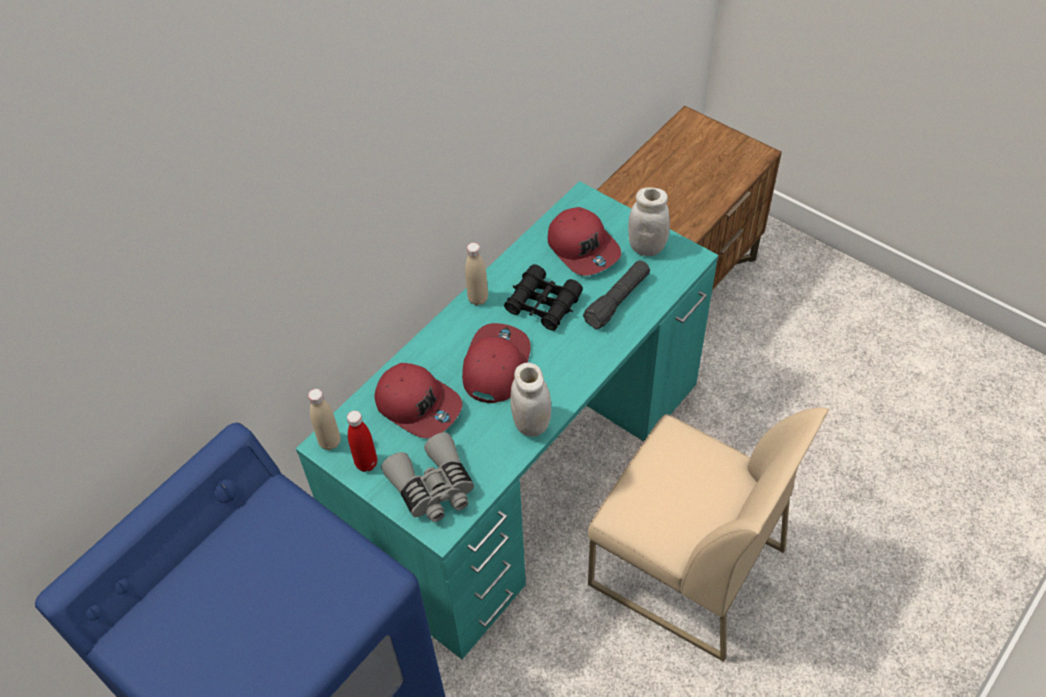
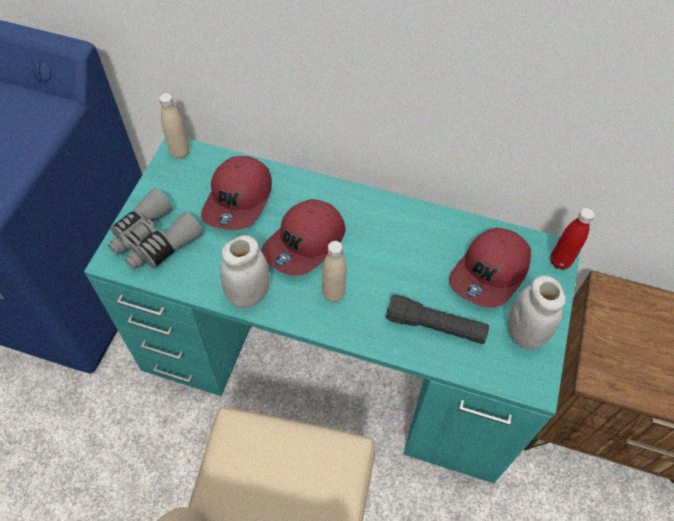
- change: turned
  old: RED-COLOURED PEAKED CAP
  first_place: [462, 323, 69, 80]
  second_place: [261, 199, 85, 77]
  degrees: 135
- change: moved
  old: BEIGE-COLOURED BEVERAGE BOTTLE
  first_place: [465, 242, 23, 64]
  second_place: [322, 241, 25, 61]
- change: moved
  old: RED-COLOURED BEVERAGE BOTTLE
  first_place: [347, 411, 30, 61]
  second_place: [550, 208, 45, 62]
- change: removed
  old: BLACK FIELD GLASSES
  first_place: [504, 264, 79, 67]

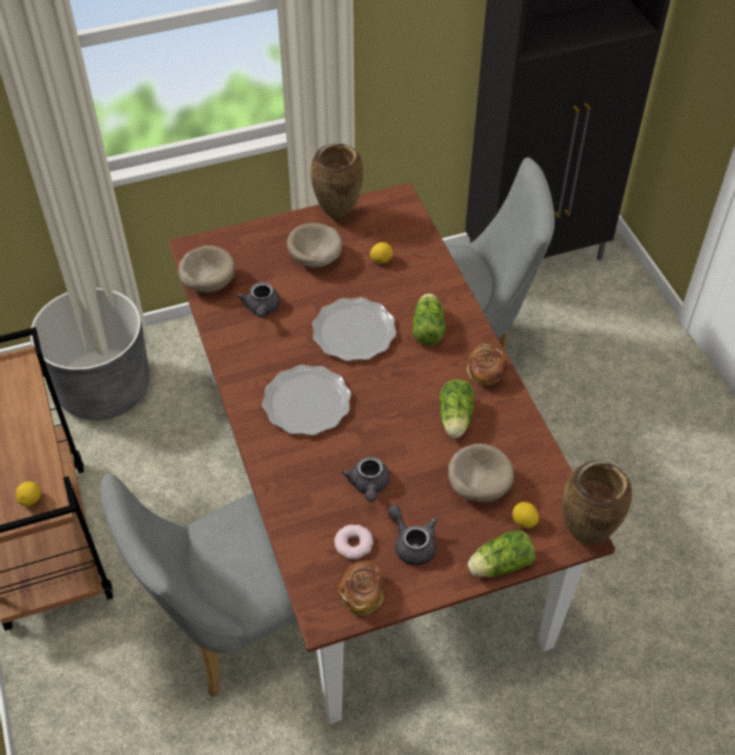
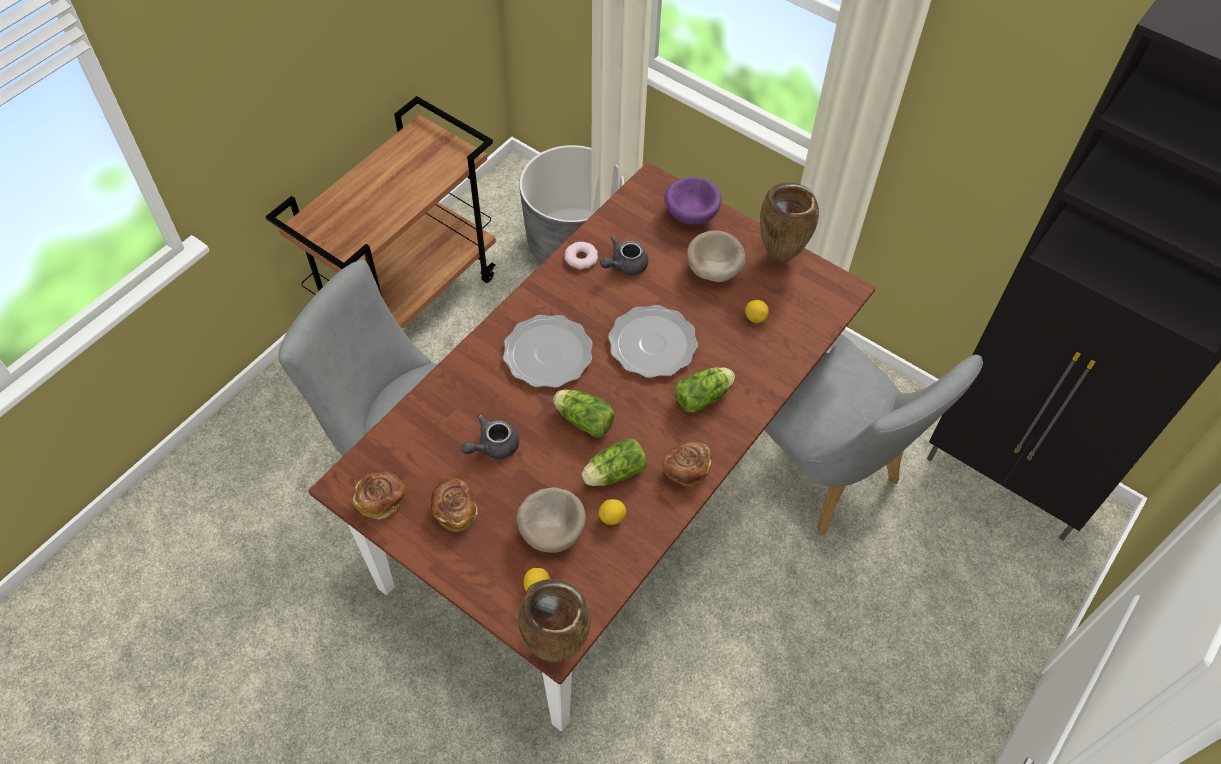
- change: replaced
  old: GREY TEAPOT
  new: BAKED BREAD
  first_place: [388, 505, 49, 60]
  second_place: [431, 478, 46, 54]
- change: moved
  old: LETTUCE HEAD
  first_place: [468, 530, 68, 47]
  second_place: [553, 390, 61, 47]
- change: moved
  old: DONUT
  first_place: [334, 525, 39, 34]
  second_place: [565, 242, 33, 27]
- change: moved
  old: LEMON
  first_place: [16, 481, 25, 25]
  second_place: [598, 499, 28, 26]
- change: added
  new: PURPLE-COLOURED BOWL
  second_place: [664, 177, 58, 48]
- change: removed
  old: BEIGE-COLOURED BOWL
  first_place: [179, 246, 56, 46]

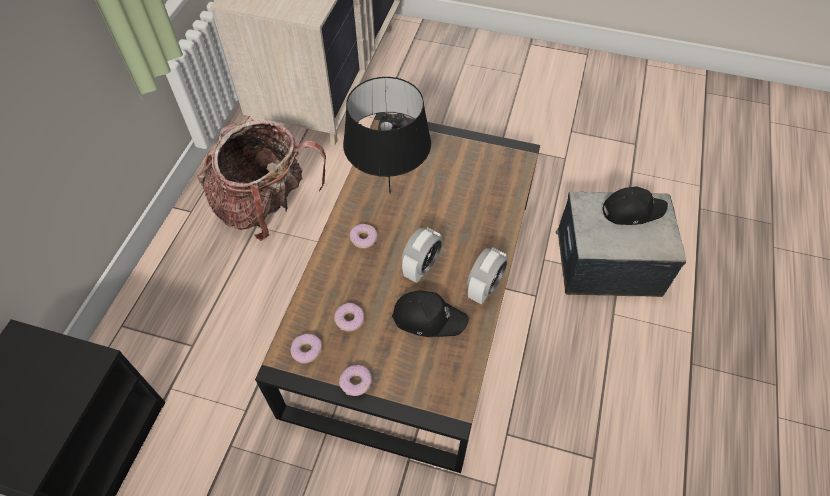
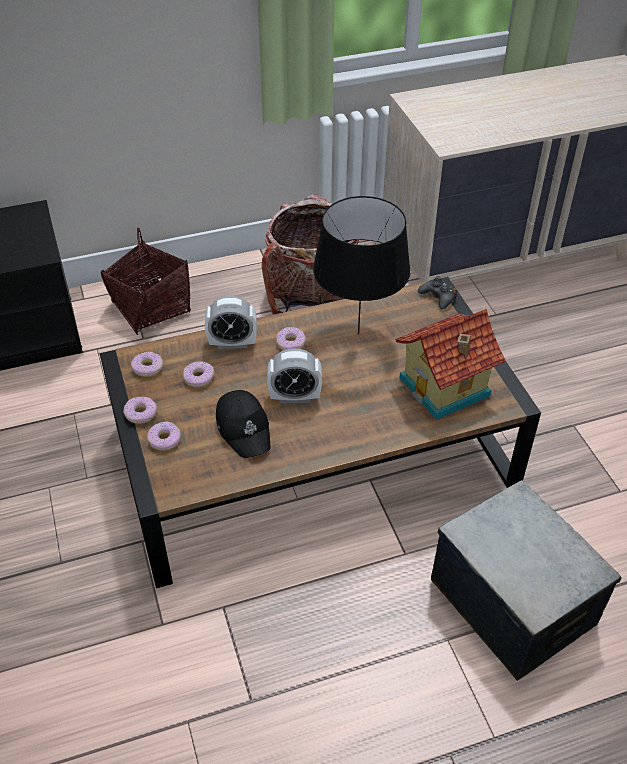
- change: added
  new: BASKET
  second_place: [101, 228, 90, 107]
- change: added
  new: DONUT
  second_place: [147, 421, 34, 30]
- change: moved
  old: BEDSIDE CLOCK
  first_place: [467, 247, 41, 58]
  second_place: [205, 296, 52, 53]
- change: added
  new: MODEL HOUSE
  second_place: [395, 309, 111, 111]
- change: removed
  old: BLACK PEAKED CAP
  first_place: [602, 186, 66, 39]

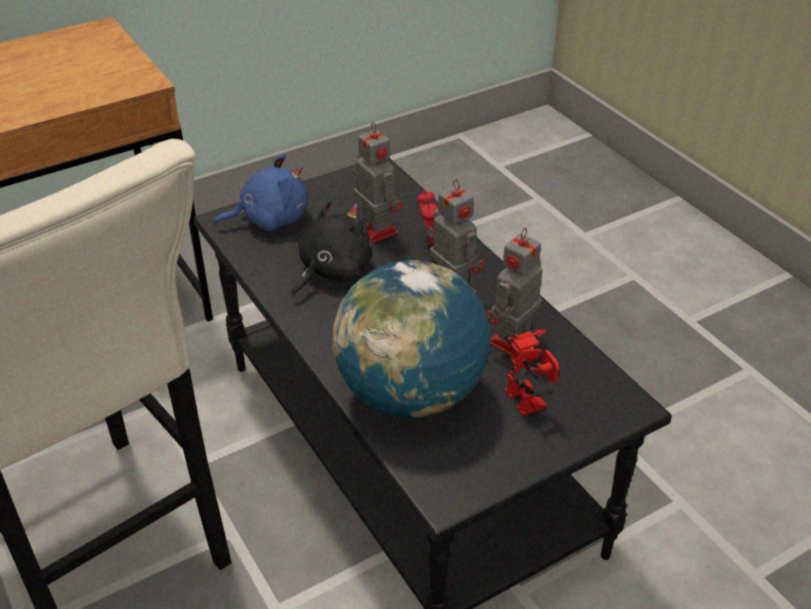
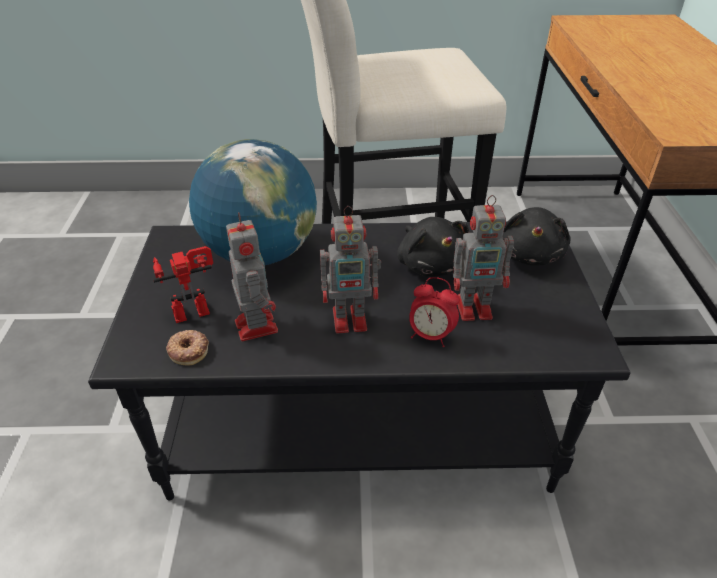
- change: turned
  old: ROBOT FIGURE
  first_place: [504, 330, 56, 86]
  second_place: [153, 246, 60, 77]
  degrees: 150
- change: added
  new: DONUT
  second_place: [166, 330, 43, 36]
- change: recoloured
  old: BLUE-COLOURED CUDDLY TOY
  new: BLACK CUDDLY TOY
  first_place: [214, 154, 94, 77]
  second_place: [502, 207, 69, 59]

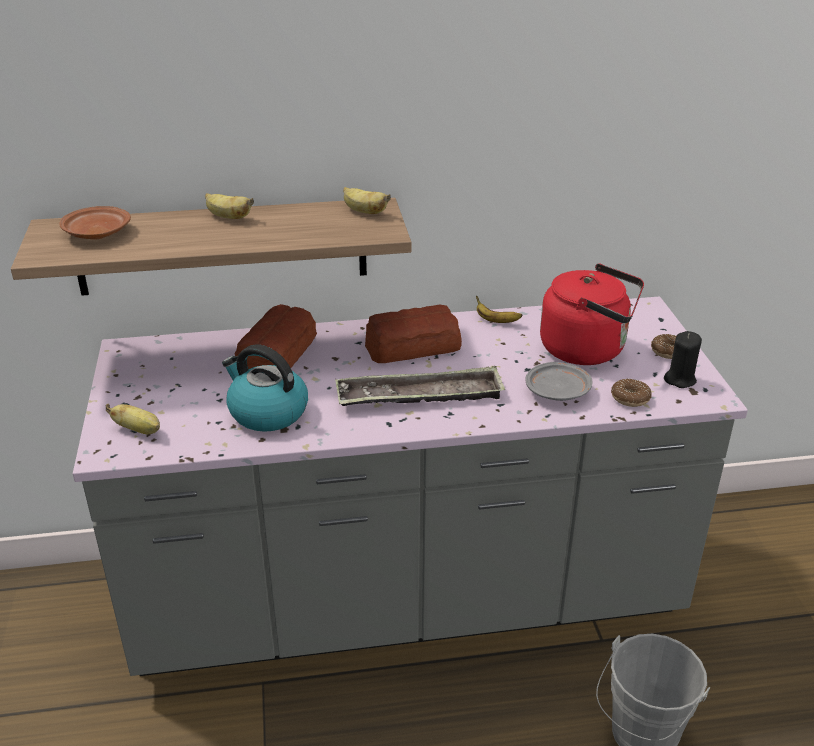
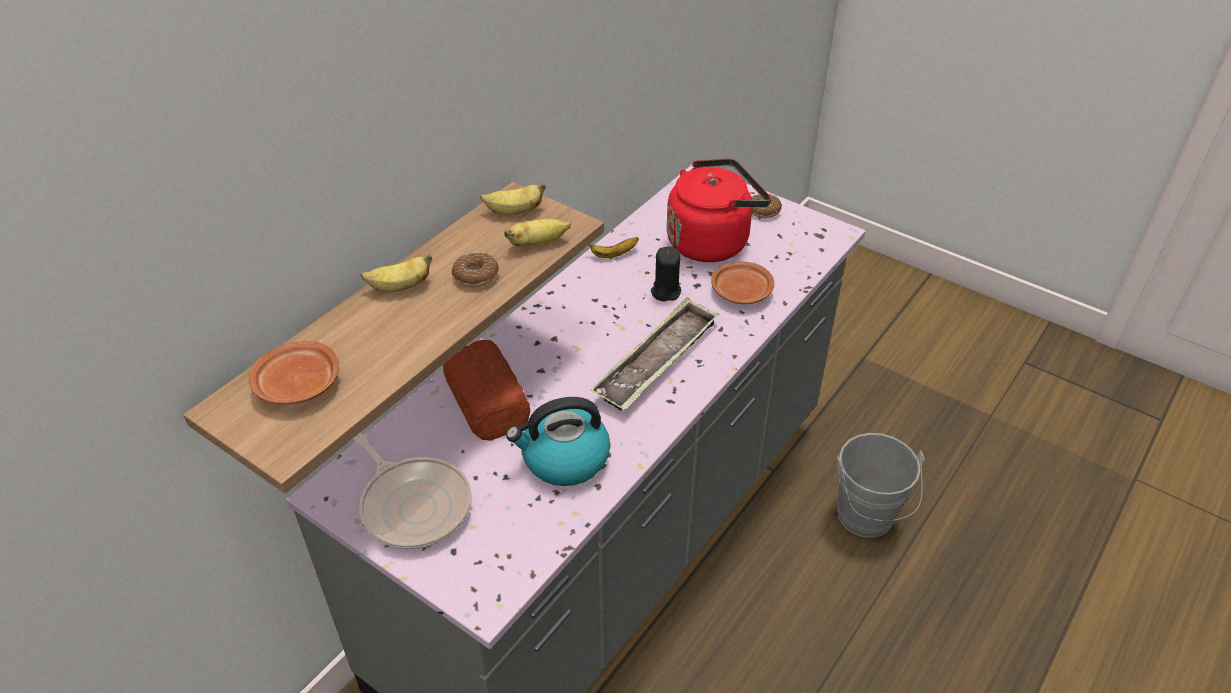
- change: added
  new: SKILLET
  second_place: [353, 433, 119, 117]
- change: moved
  old: DONUT
  first_place: [611, 379, 41, 28]
  second_place: [452, 252, 47, 35]
- change: moved
  old: BANANA
  first_place: [106, 404, 54, 30]
  second_place: [504, 219, 67, 28]
- change: moved
  old: BLACK CANDLE
  first_place: [664, 331, 38, 57]
  second_place: [651, 246, 30, 55]
- change: recoloured
  old: GREY FLAT DISH
  new: BROWNISH FLAT DISH
  first_place: [525, 362, 67, 39]
  second_place: [711, 261, 64, 43]
- change: removed
  old: BAKED BREAD
  first_place: [365, 305, 97, 58]

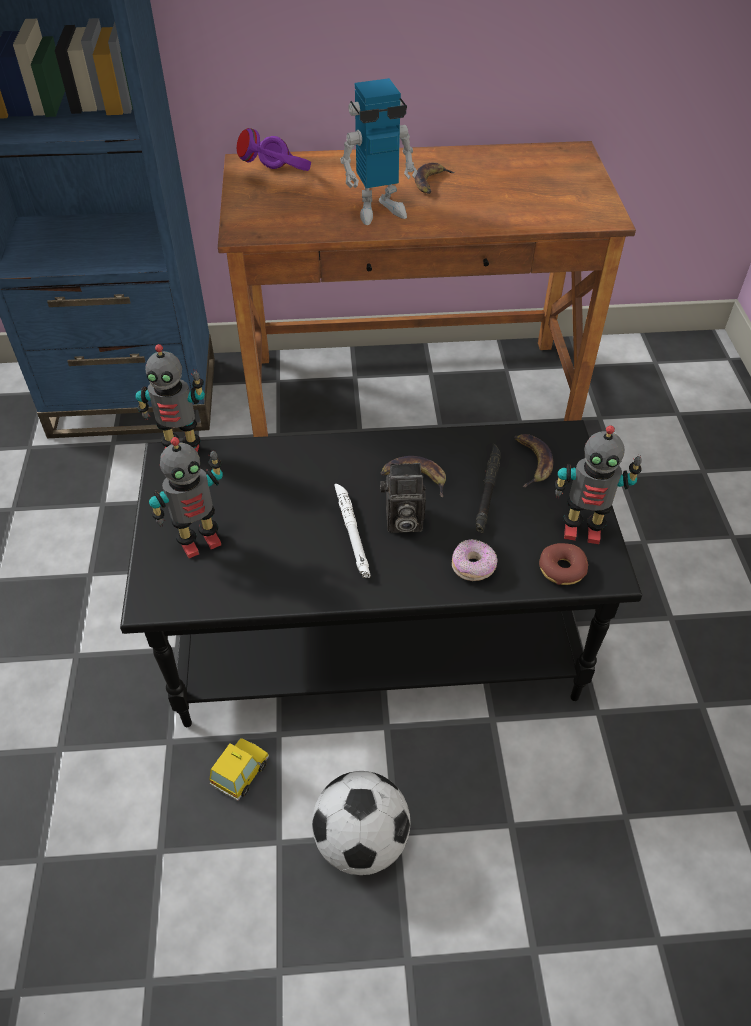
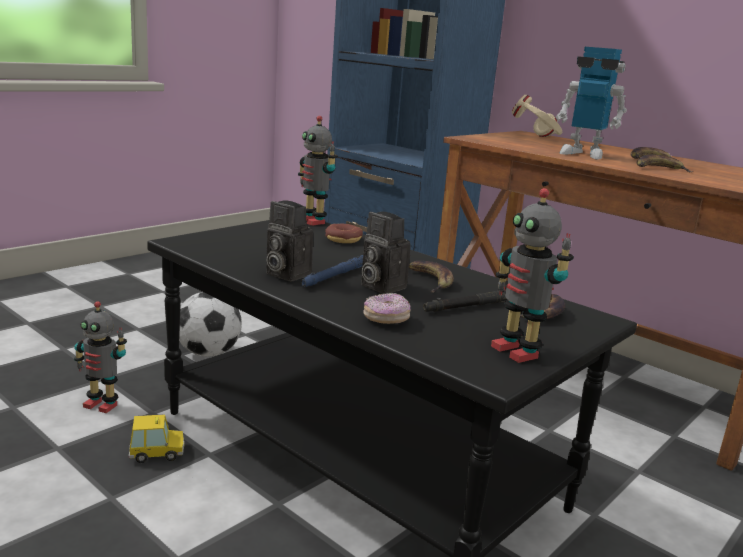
- change: moved
  old: ROBOT FIGURE
  first_place: [149, 437, 74, 121]
  second_place: [74, 301, 53, 112]
- change: moved
  old: BALL FOR FOOTBALL
  first_place: [312, 771, 99, 104]
  second_place: [179, 292, 63, 65]
- change: added
  new: STILL CAMERA
  second_place: [266, 200, 47, 82]
- change: recoloured
  old: WHITISH TORCH
  new: BLUE-COLOURED TORCH
  first_place: [334, 484, 37, 94]
  second_place: [301, 255, 62, 32]
- change: moved
  old: DONUT
  first_place: [539, 543, 49, 42]
  second_place: [325, 224, 38, 19]
- change: recoloured
  old: PURPLE-COLOURED HEADPHONES
  new: BEIGE-COLOURED HEADPHONES
  first_place: [237, 128, 74, 43]
  second_place: [512, 95, 50, 42]
- change: added
  new: BANANA
  second_place: [636, 155, 57, 17]

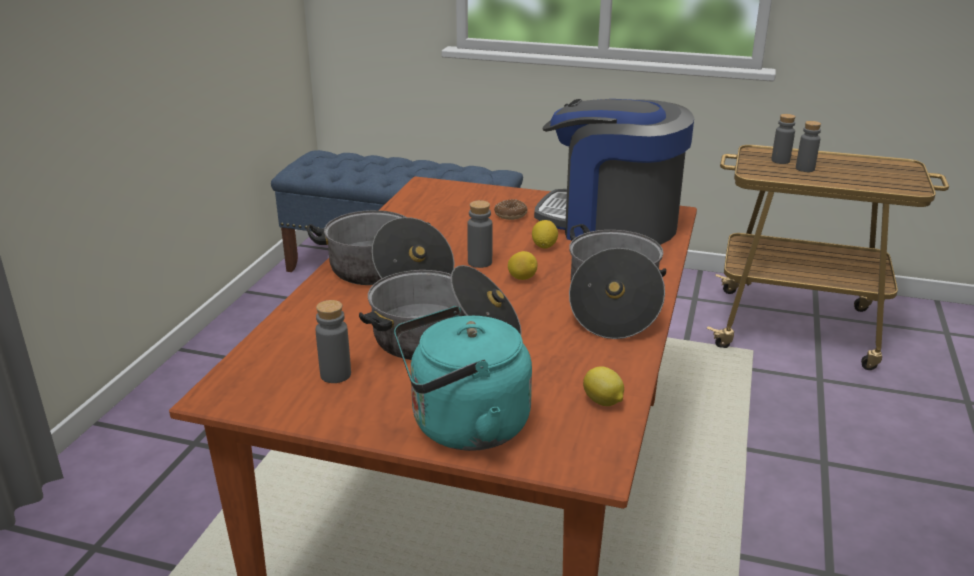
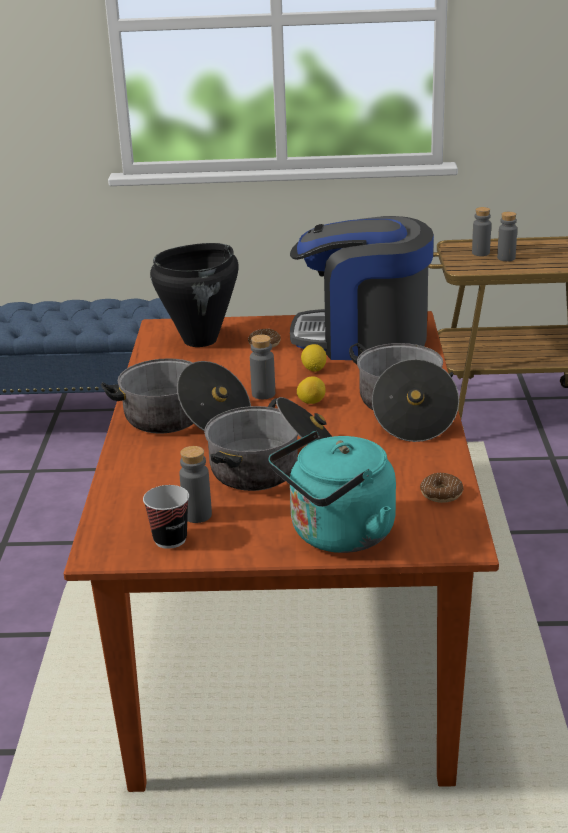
- change: added
  new: SMALL CUP
  second_place: [143, 485, 46, 64]
- change: added
  new: BLACK SAUCEPOT
  second_place: [150, 243, 88, 104]
- change: replaced
  old: LEMON
  new: DONUT
  first_place: [583, 366, 41, 40]
  second_place: [420, 472, 44, 31]

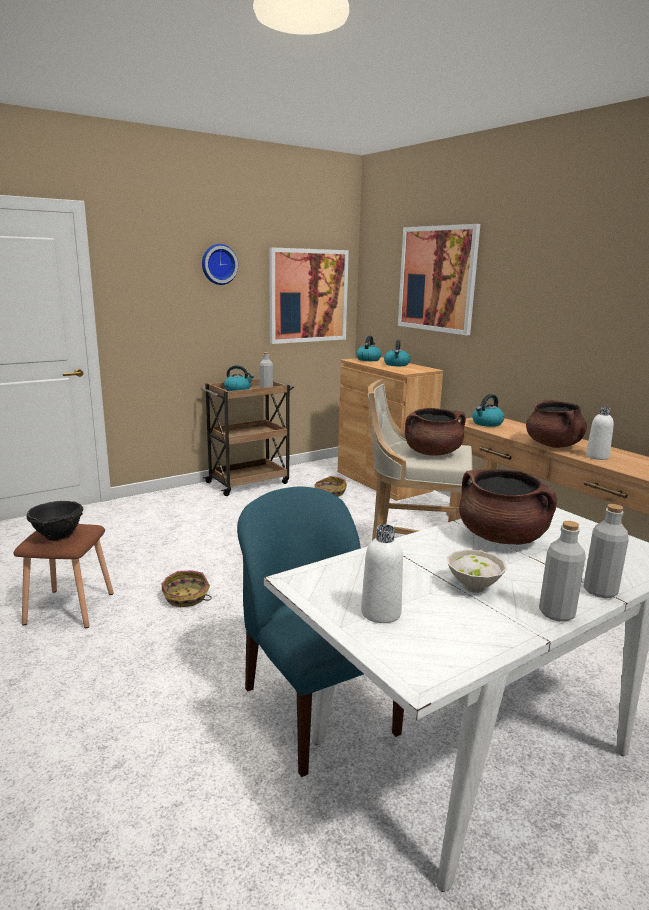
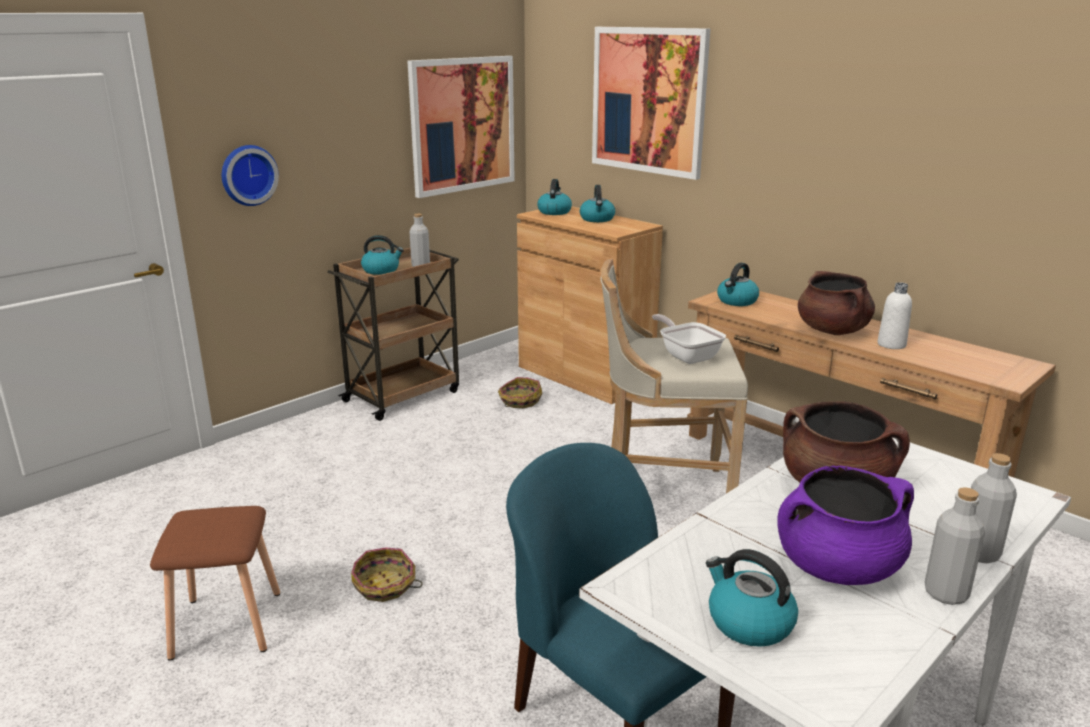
- change: moved
  old: CLOCK ON THE WALL
  first_place: [202, 244, 36, 41]
  second_place: [222, 145, 57, 61]
- change: replaced
  old: BROWNISH SAUCEPOT
  new: SKILLET
  first_place: [405, 408, 61, 48]
  second_place: [652, 314, 74, 50]
- change: replaced
  old: WHITISH BEVERAGE BOTTLE
  new: WATER KETTLE
  first_place: [361, 524, 42, 99]
  second_place: [706, 549, 92, 98]
- change: replaced
  old: WHITISH BOWL
  new: PURPLE-COLOURED SAUCEPOT
  first_place: [447, 550, 60, 43]
  second_place: [777, 465, 137, 120]
- change: removed
  old: BLACK BOWL
  first_place: [27, 501, 57, 40]

